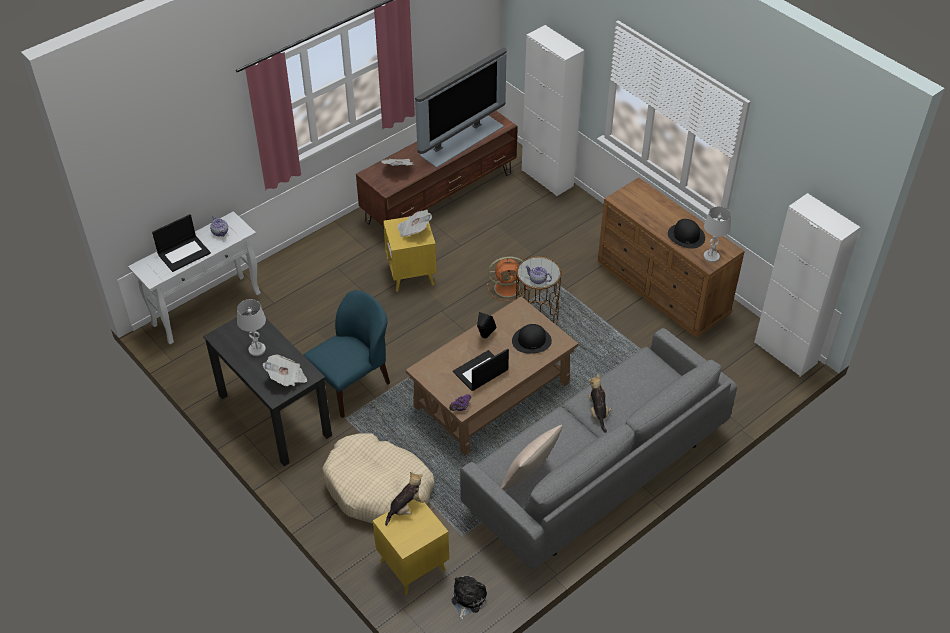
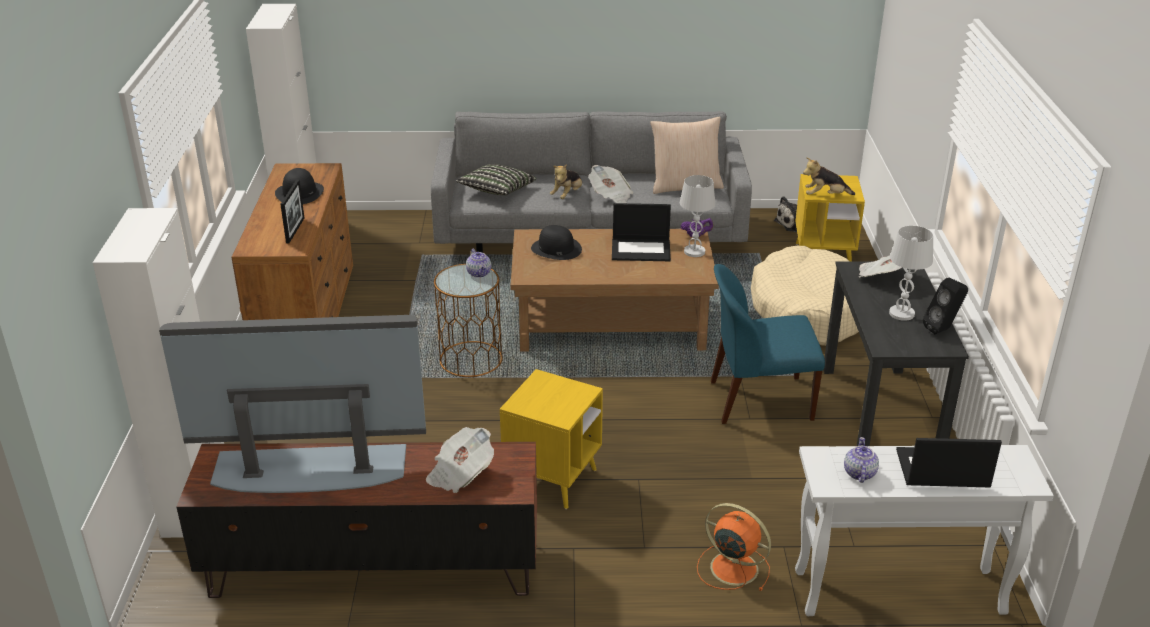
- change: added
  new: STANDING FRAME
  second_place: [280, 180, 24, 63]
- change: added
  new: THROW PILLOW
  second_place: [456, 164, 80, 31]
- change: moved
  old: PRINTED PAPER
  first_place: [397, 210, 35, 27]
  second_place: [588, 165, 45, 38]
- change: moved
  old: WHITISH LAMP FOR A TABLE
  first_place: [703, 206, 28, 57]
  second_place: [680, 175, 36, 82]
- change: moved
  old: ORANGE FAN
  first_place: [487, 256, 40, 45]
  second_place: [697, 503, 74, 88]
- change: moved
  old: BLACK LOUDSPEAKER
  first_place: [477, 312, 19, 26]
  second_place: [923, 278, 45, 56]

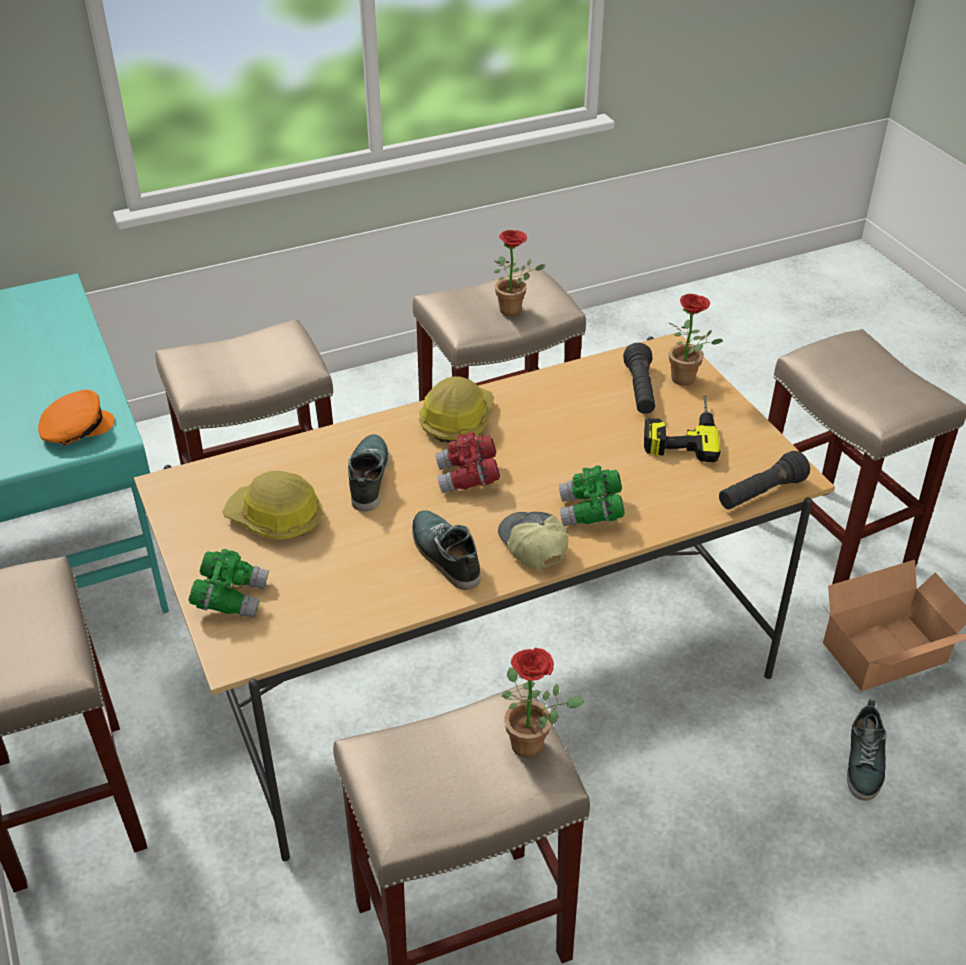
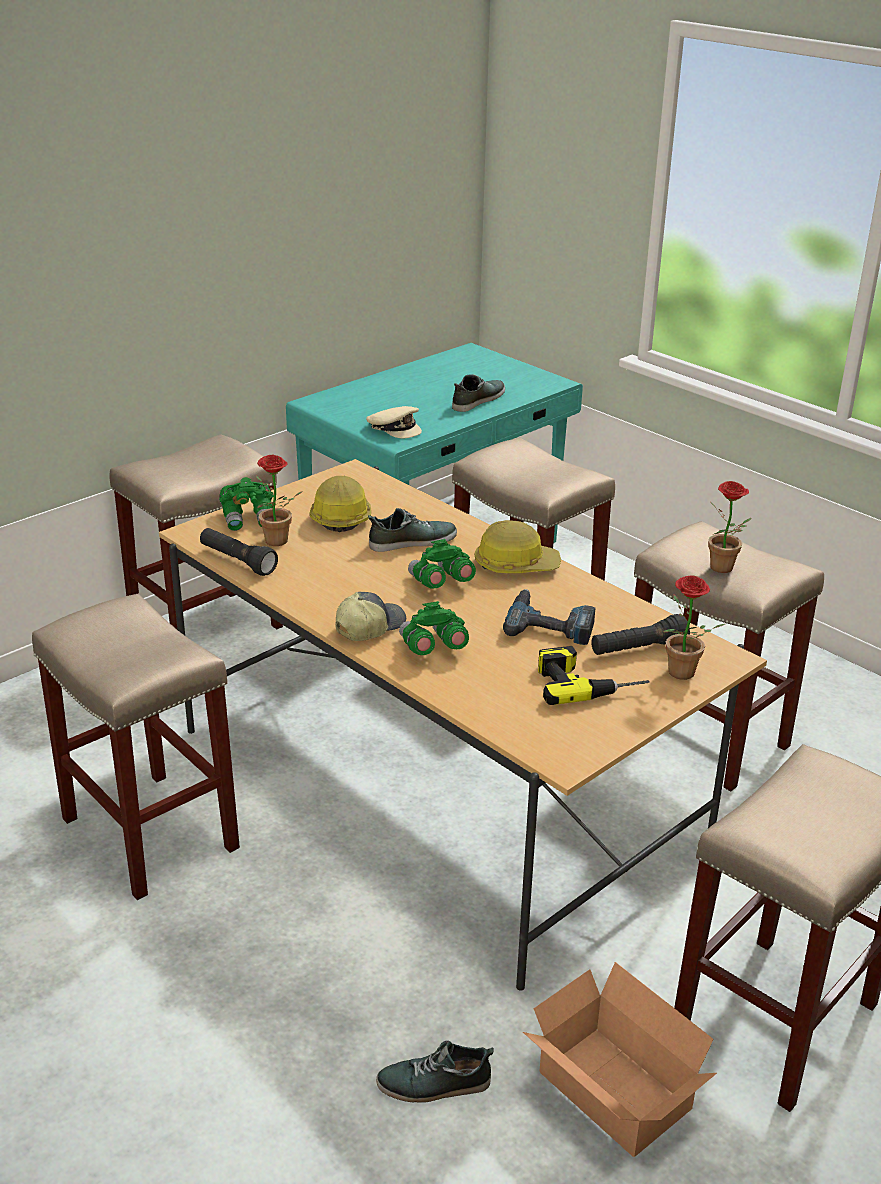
- change: moved
  old: BLACK TORCH
  first_place: [719, 451, 91, 58]
  second_place: [200, 528, 78, 48]
- change: moved
  old: POTTED PLANT
  first_place: [502, 648, 82, 110]
  second_place: [256, 455, 47, 91]
- change: recoloured
  old: ORANGE PEAKED CAP
  new: BEIGE-COLOURED PEAKED CAP
  first_place: [38, 390, 77, 55]
  second_place: [366, 406, 56, 32]
- change: recoloured
  old: RED-COLOURED FIELD GLASSES
  new: GREENISH FIELD GLASSES
  first_place: [435, 432, 65, 61]
  second_place: [408, 539, 68, 50]
- change: moved
  old: SHOE
  first_place: [412, 510, 69, 80]
  second_place: [452, 374, 53, 38]
- change: added
  new: ELECTRIC DRILL
  second_place: [503, 589, 93, 56]

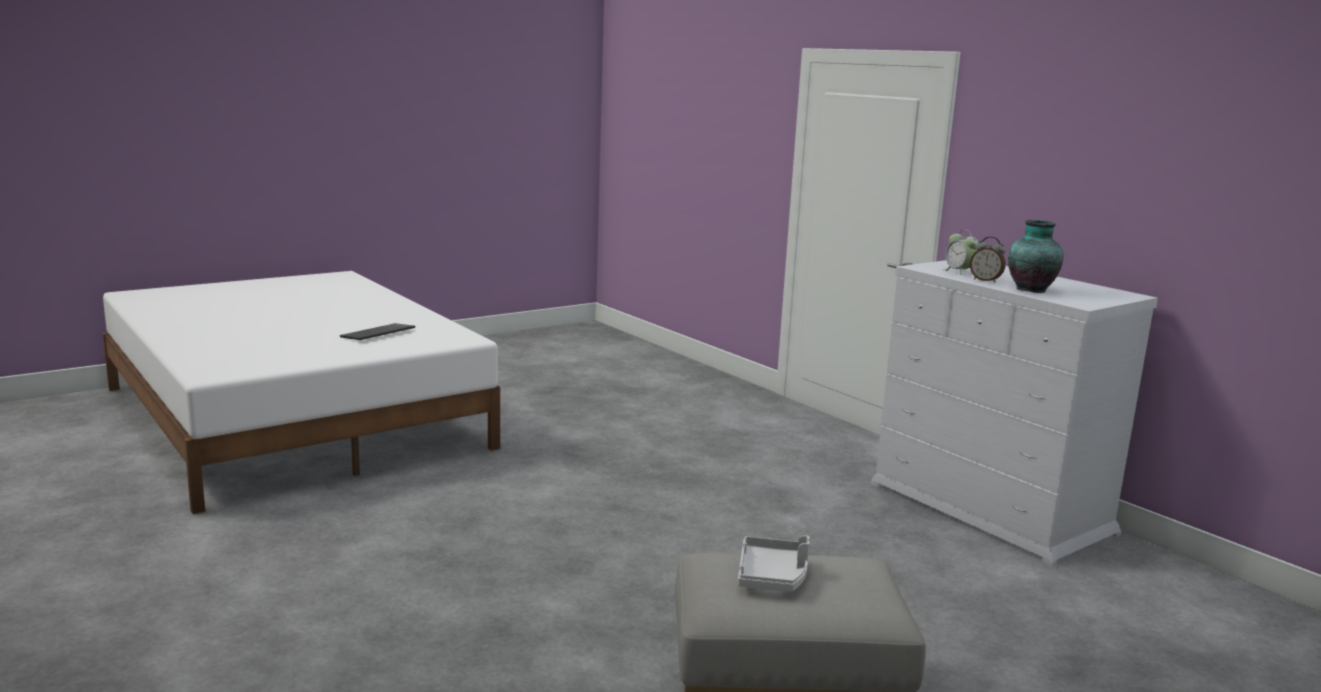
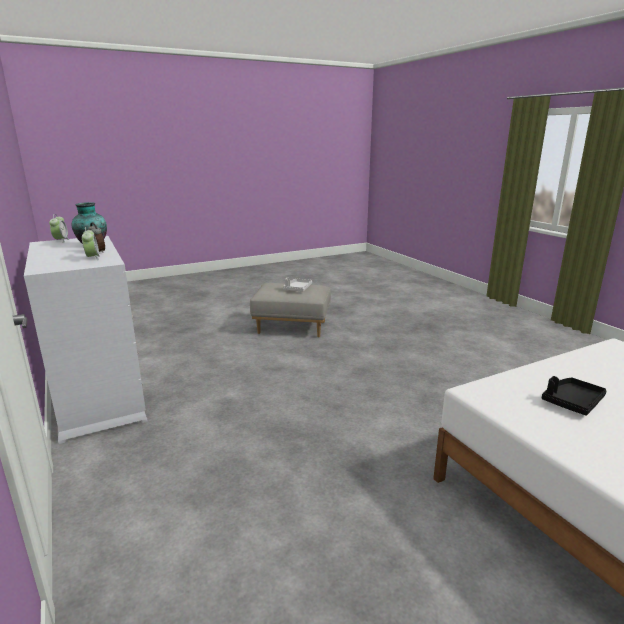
- change: added
  new: BEDSIDE CLOCK
  second_place: [49, 214, 20, 29]
- change: replaced
  old: COMPUTER KEYBOARD
  new: BLACK TRAY
  first_place: [340, 323, 75, 17]
  second_place: [542, 376, 65, 40]

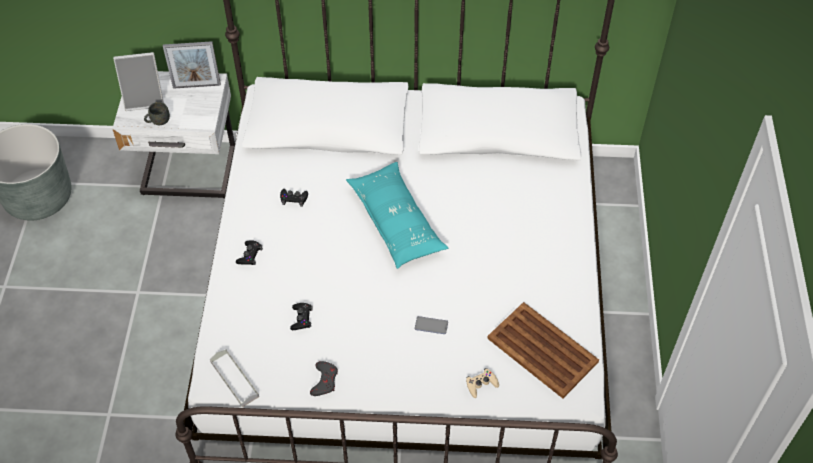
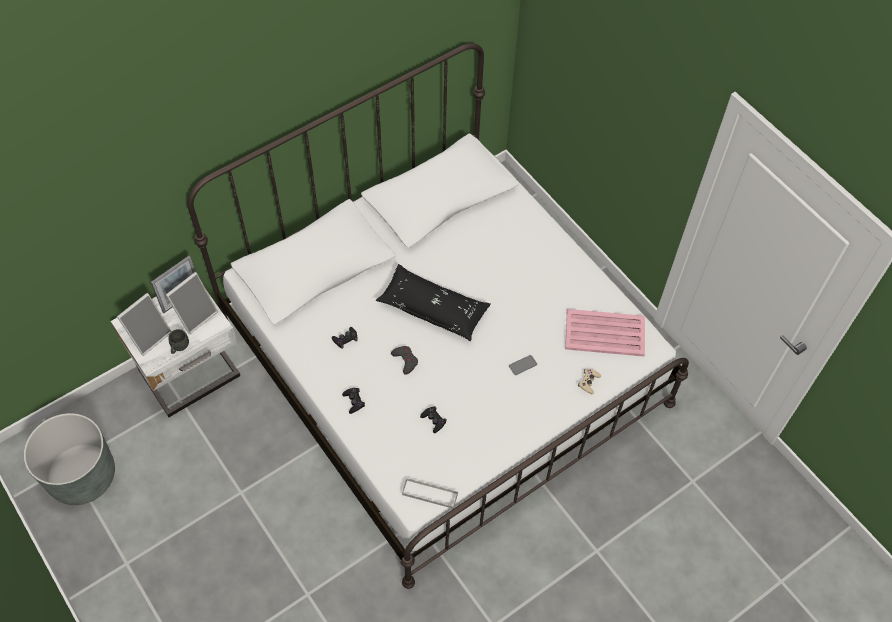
- change: added
  new: STANDING FRAME
  second_place: [166, 272, 52, 62]
- change: recoloured
  old: BLUE-GREEN THROW PILLOW
  new: BLACK THROW PILLOW
  first_place: [346, 162, 102, 107]
  second_place: [376, 264, 115, 77]
- change: moved
  old: GREY JOYPAD
  first_place: [310, 361, 28, 35]
  second_place: [391, 346, 27, 29]
- change: recoloured
  old: BROWNISH TRAY
  new: PINK-COLOURED TRAY
  first_place: [487, 302, 112, 96]
  second_place: [565, 309, 80, 47]

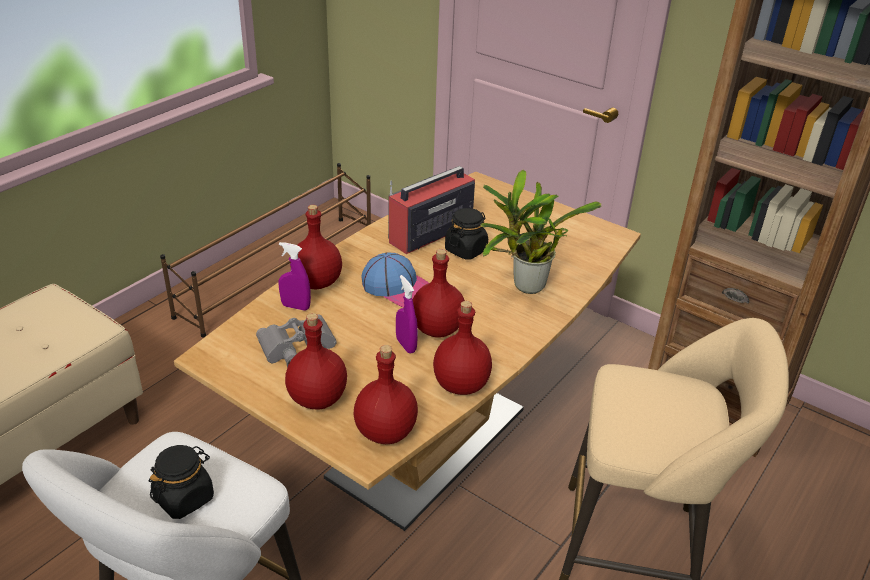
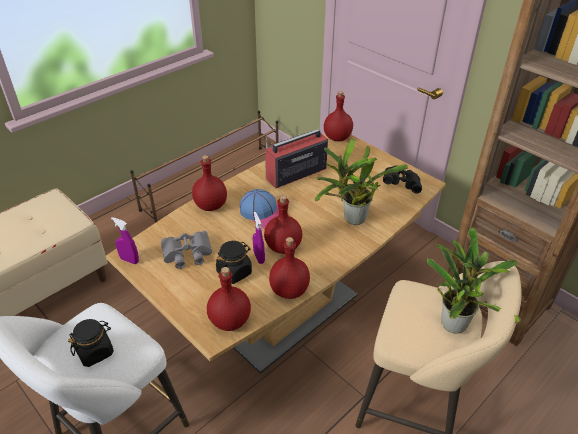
- change: moved
  old: PURPLE-COLOURED HAND SPRAYER
  first_place: [278, 242, 33, 69]
  second_place: [111, 217, 28, 47]
- change: moved
  old: BLACK STORAGE JAR
  first_place: [445, 208, 43, 52]
  second_place: [216, 241, 36, 43]
- change: moved
  old: RED-COLOURED BEVERAGE BOTTLE
  first_place: [285, 313, 62, 96]
  second_place: [324, 91, 29, 50]
- change: added
  new: BLACK FIELD GLASSES
  second_place: [383, 166, 39, 28]
- change: added
  new: POTTED PLANT
  second_place: [427, 227, 94, 107]

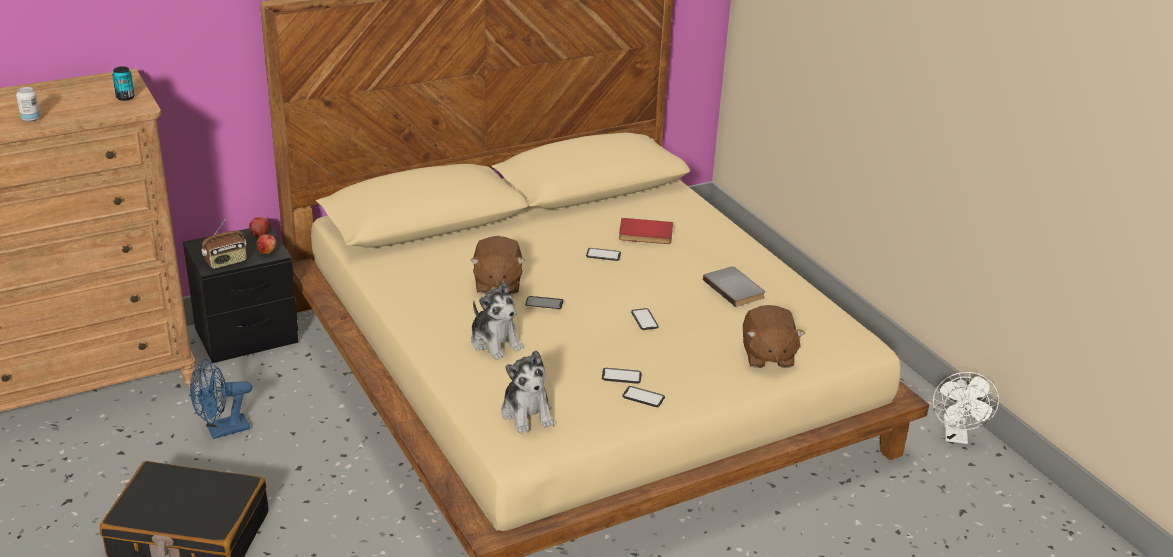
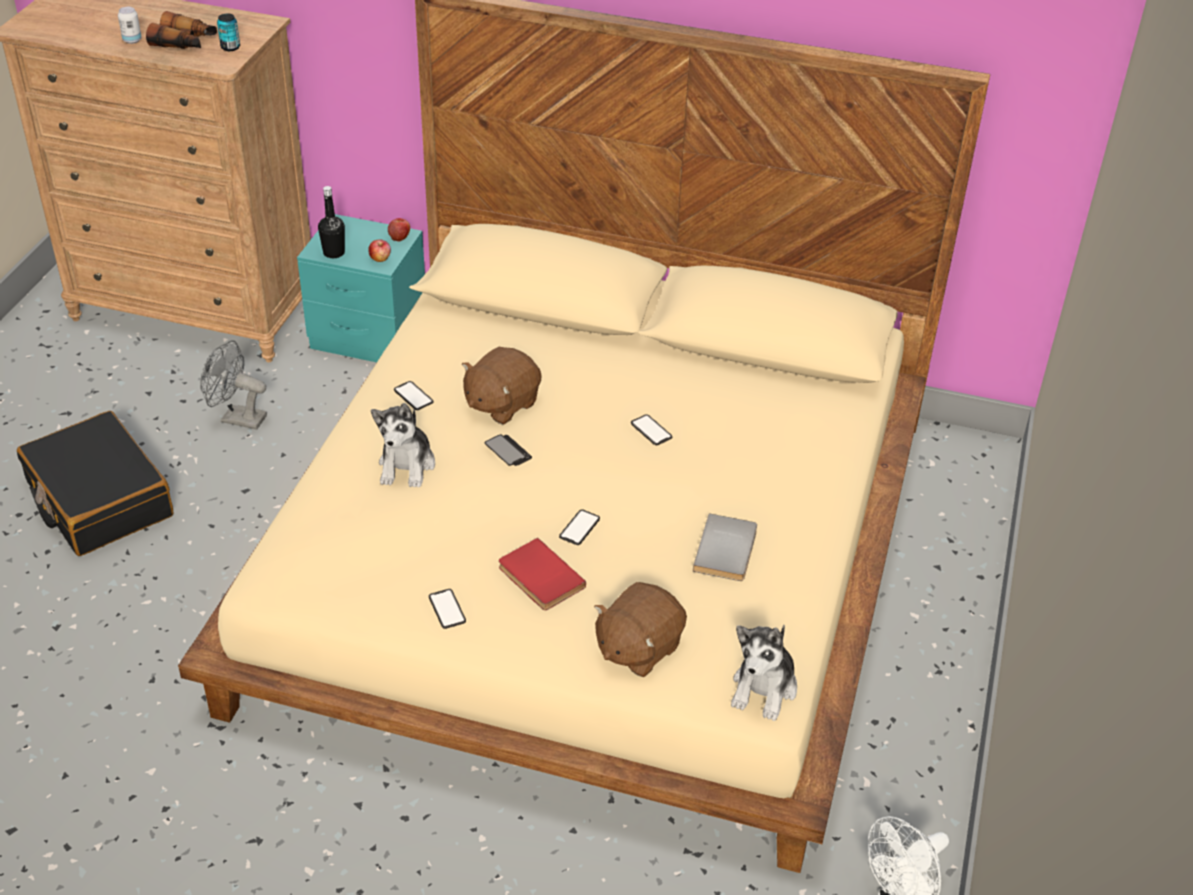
- change: added
  new: FIELD GLASSES
  second_place: [146, 11, 71, 38]
- change: recoloured
  old: BLUE-COLOURED FAN
  new: GREY FAN
  first_place: [190, 359, 62, 80]
  second_place: [200, 340, 67, 90]
- change: recoloured
  old: BLACK BEDSIDE TABLE
  new: BLUE-GREEN BEDSIDE TABLE
  first_place: [183, 224, 115, 139]
  second_place: [297, 214, 128, 148]
- change: replaced
  old: RADIO
  new: BLACK BEVERAGE BOTTLE
  first_place: [201, 218, 46, 51]
  second_place: [318, 186, 27, 72]
- change: moved
  old: HANDSET
  first_place: [602, 368, 40, 16]
  second_place: [394, 381, 40, 29]
- change: moved
  old: RED-COLOURED BOUND BOOK
  first_place: [619, 218, 54, 26]
  second_place: [499, 538, 87, 72]
- change: moved
  old: CUDDLY TOY
  first_place: [501, 350, 53, 83]
  second_place: [731, 625, 66, 96]

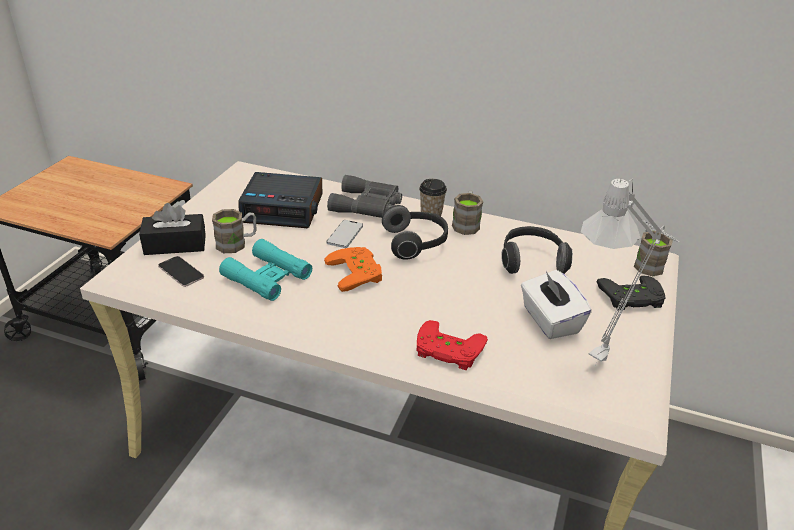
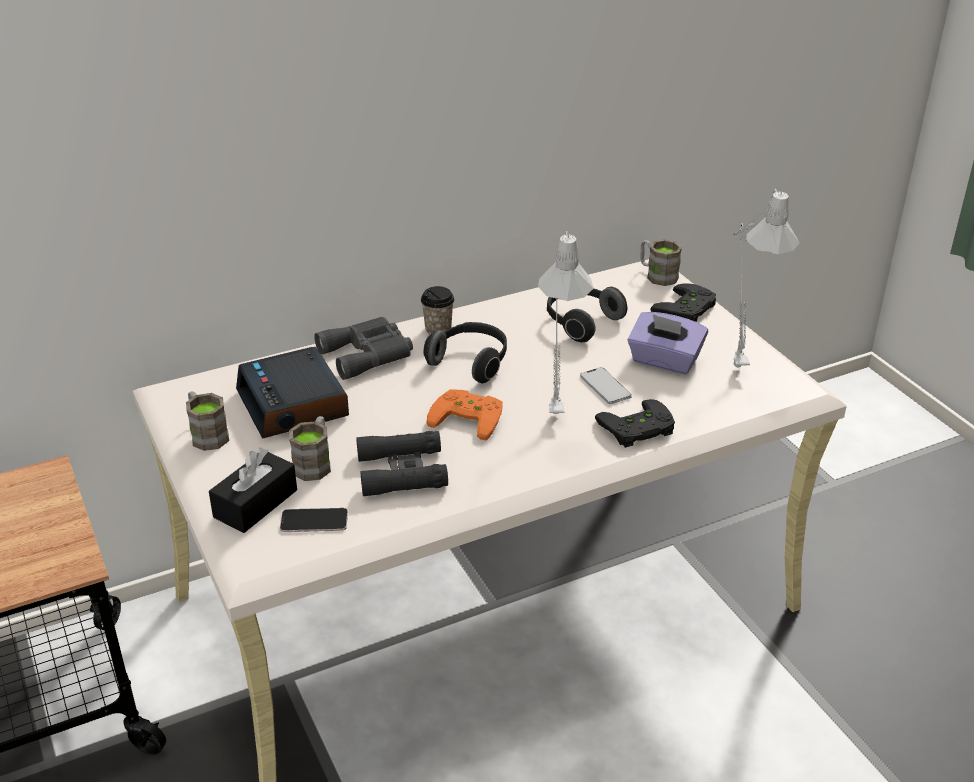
- change: moved
  old: BROWNISH COFFEE MUG
  first_place: [452, 191, 31, 44]
  second_place: [186, 391, 43, 60]
- change: turned
  old: BEDSIDE CLOCK
  first_place: [238, 172, 84, 56]
  second_place: [236, 347, 113, 91]
  degrees: 105
- change: recoloured
  old: BLUE-GREEN FIELD GLASSES
  new: BLACK FIELD GLASSES
  first_place: [219, 239, 93, 62]
  second_place: [356, 431, 92, 66]
- change: added
  new: GREY LAMP FOR A TABLE
  second_place: [538, 231, 56, 183]
- change: moved
  old: HANDSET
  first_place: [327, 220, 36, 28]
  second_place: [580, 367, 52, 37]
- change: recoloured
  old: RED-COLOURED JOYPAD
  new: BLACK JOYPAD
  first_place: [417, 320, 71, 50]
  second_place: [595, 399, 80, 49]
- change: recoloured
  old: WHITISH BOX OF TISSUES
  new: PURPLE-COLOURED BOX OF TISSUES
  first_place: [521, 270, 71, 69]
  second_place: [628, 312, 80, 63]

